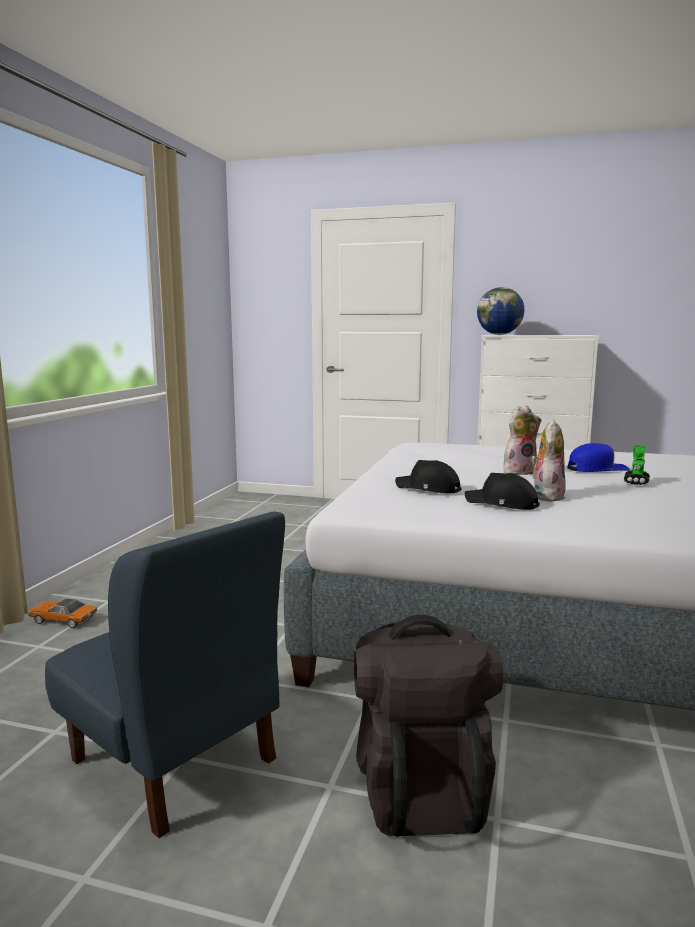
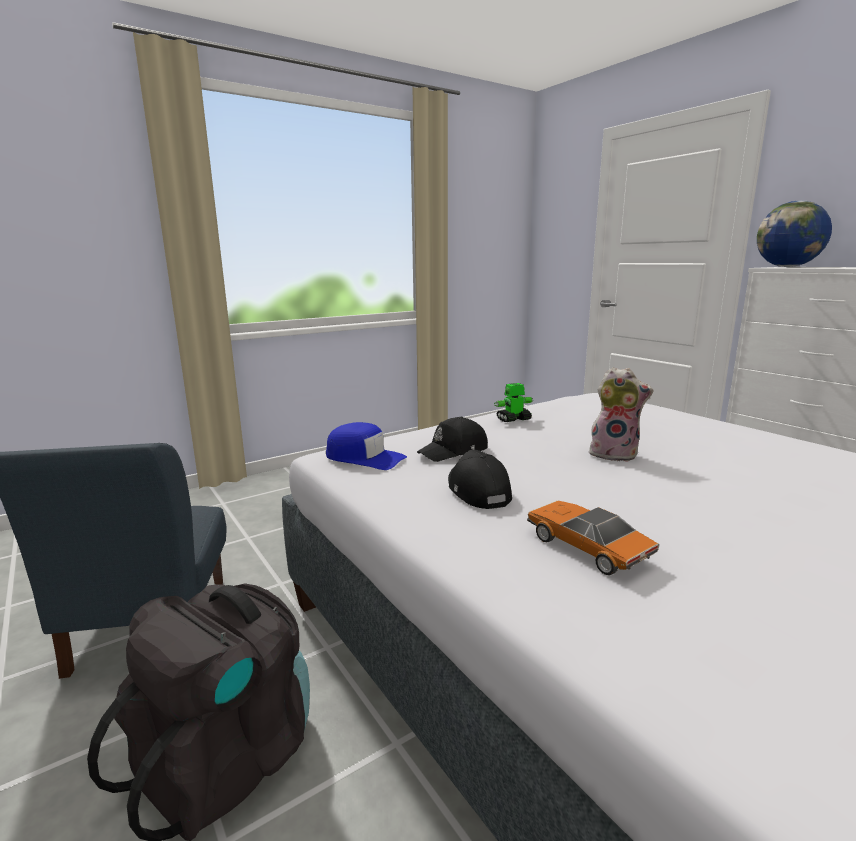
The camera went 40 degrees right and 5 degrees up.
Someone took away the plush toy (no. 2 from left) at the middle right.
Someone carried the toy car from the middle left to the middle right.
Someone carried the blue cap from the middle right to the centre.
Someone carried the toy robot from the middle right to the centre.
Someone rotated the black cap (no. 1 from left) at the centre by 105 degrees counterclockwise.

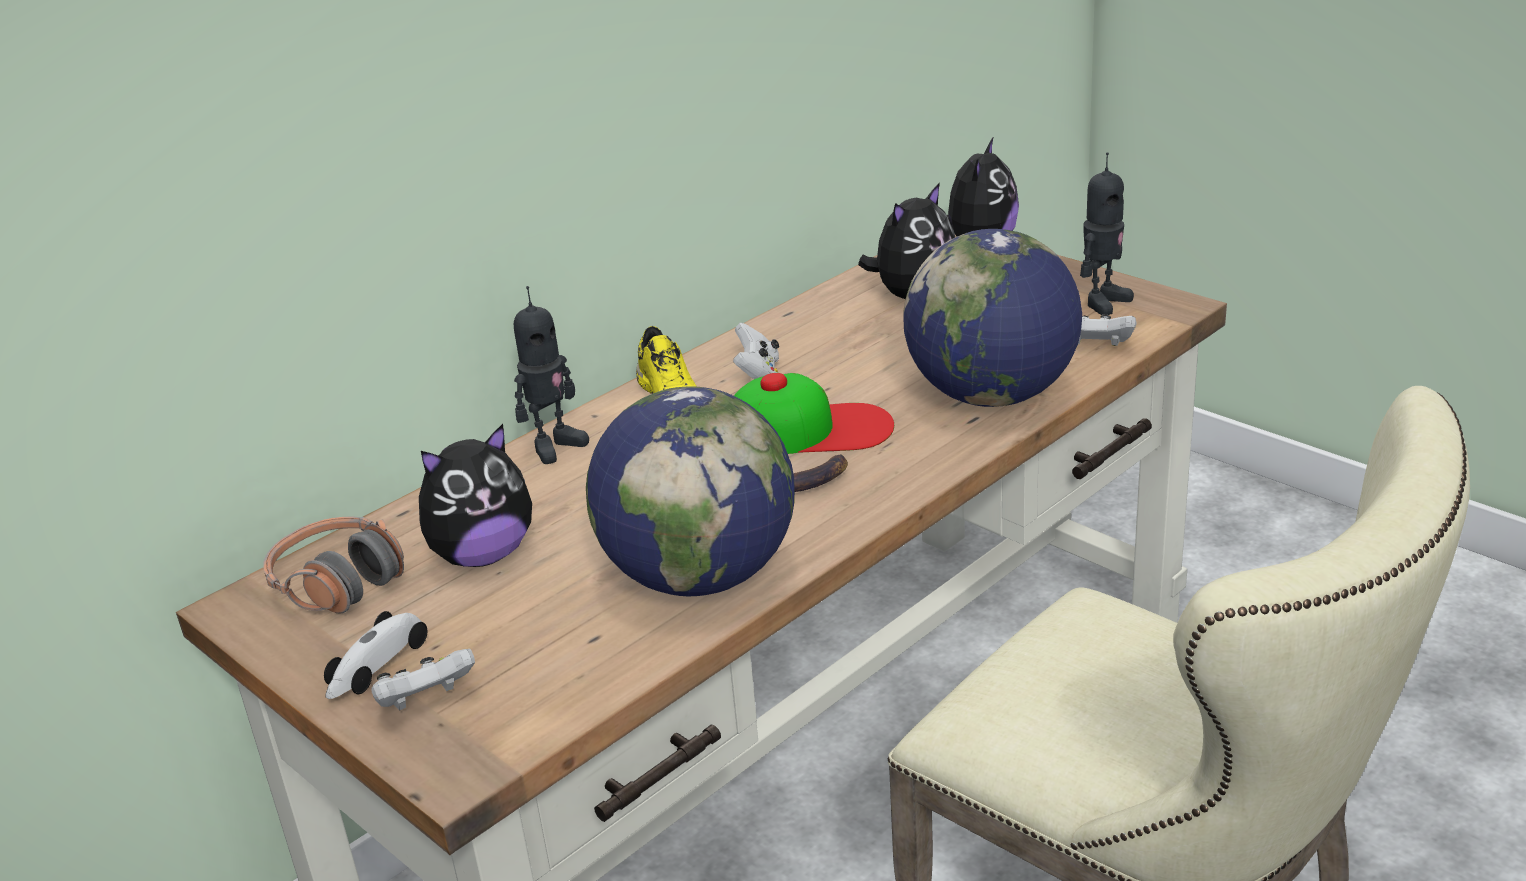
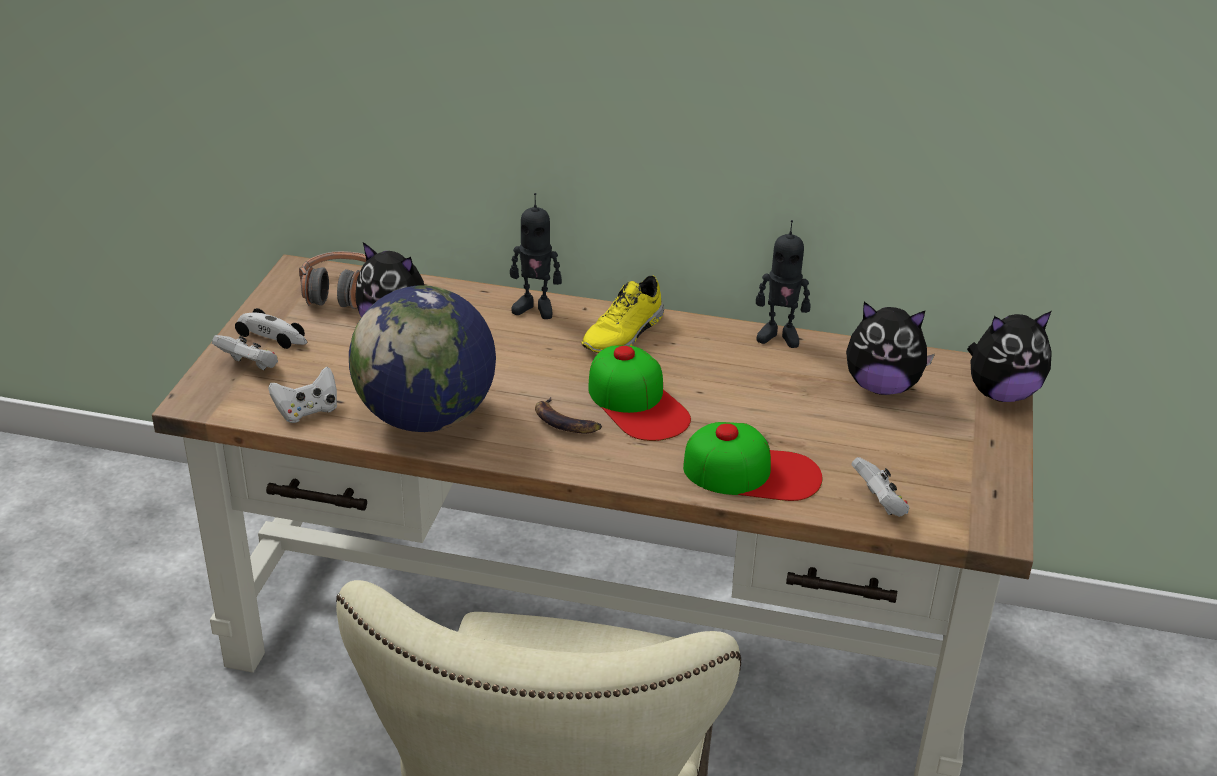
The camera went 55 degrees right and 5 degrees up.
Someone carried the white game controller (no. 2 from left) from the centre to the middle left.
Someone carried the toy robot (no. 2 from left) from the top right to the centre.
Someone swapped the globe (no. 2 from left) at the centre for the cap (no. 2 from left) at the centre.
Someone rotated the toy car at the bottom left by 150 degrees counterclockwise.

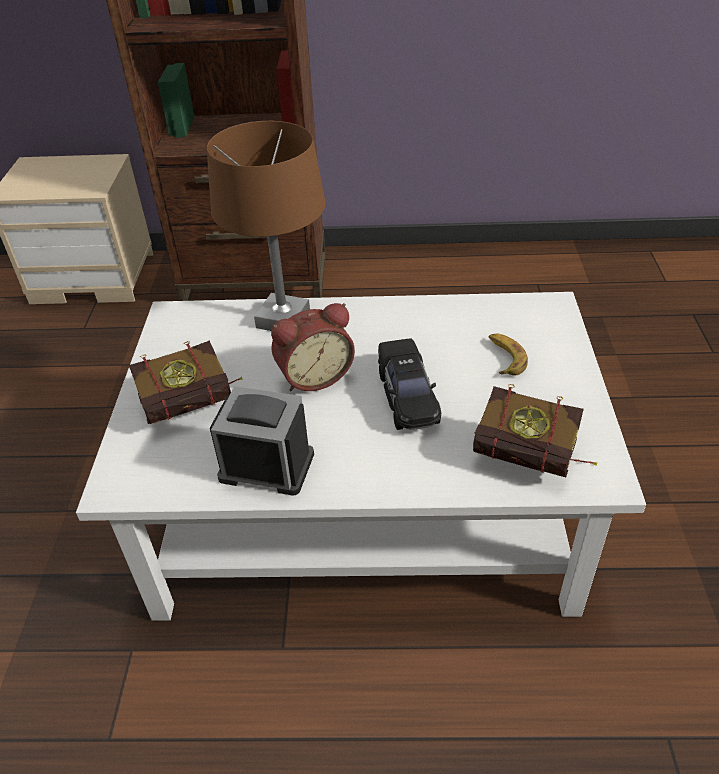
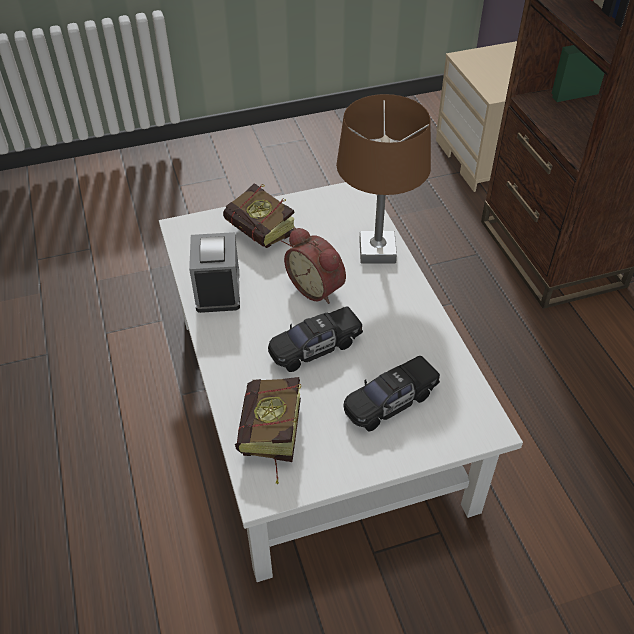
The camera went 70 degrees right and 5 degrees up.
Someone swapped the banana at the middle right for the black toy car (no. 2 from left) at the centre.

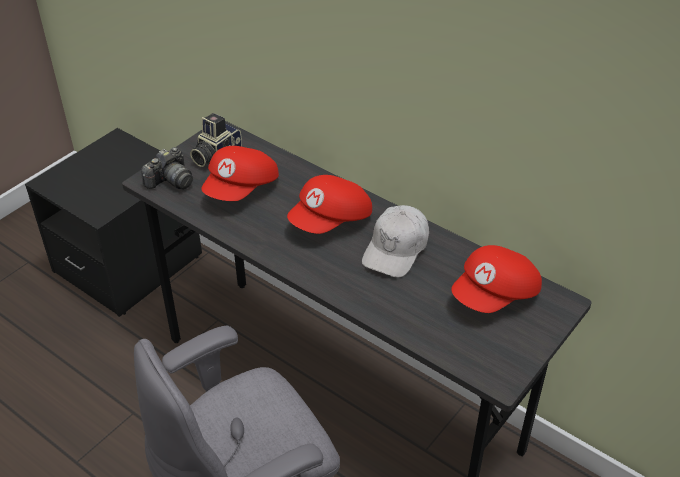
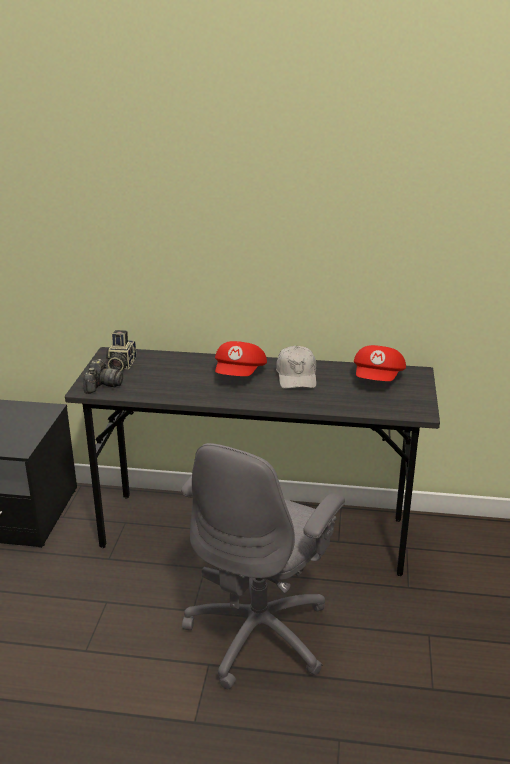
The camera went 30 degrees left and 15 degrees down.
Someone took away the red cap (no. 1 from left) at the centre.

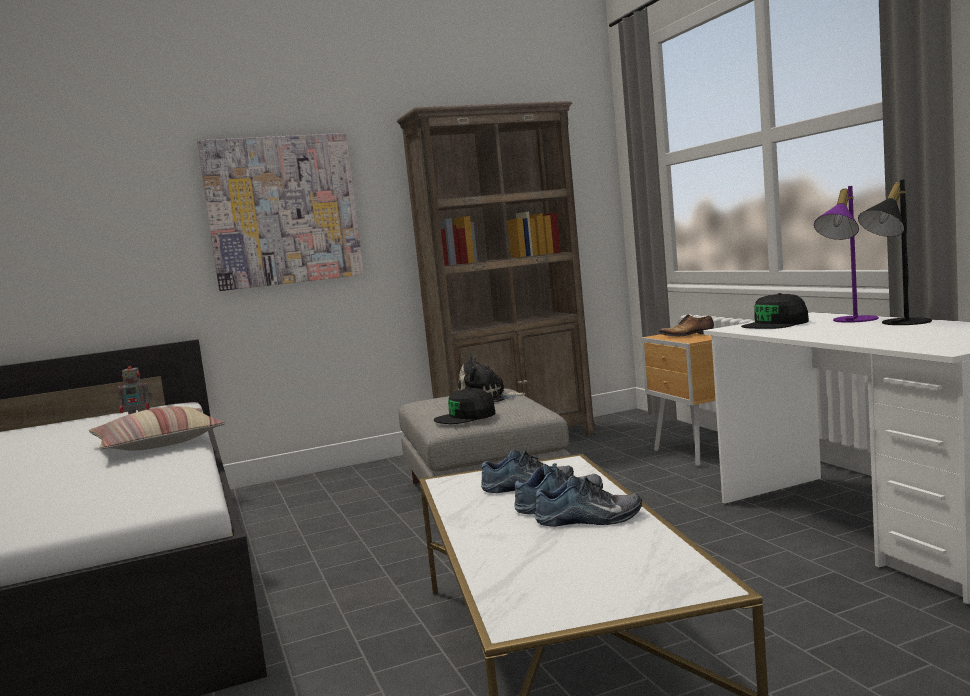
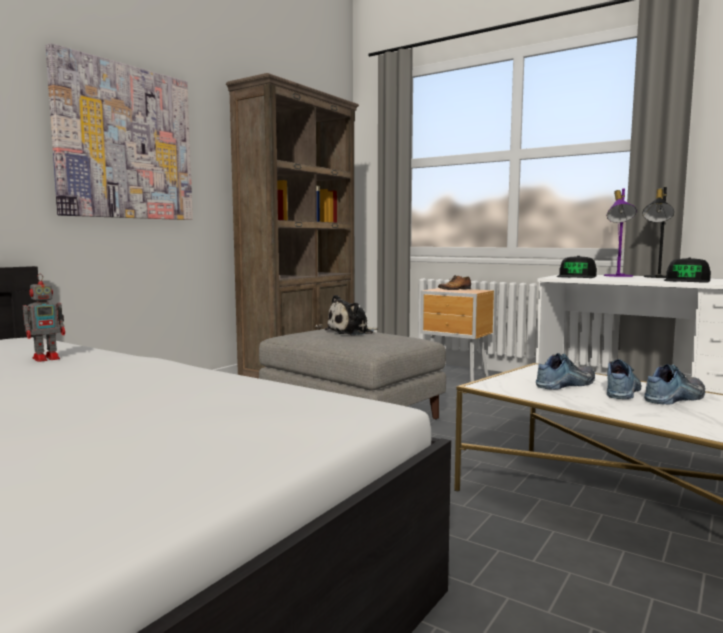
The camera went 35 degrees left and 0 degrees up.
Someone took away the pillow at the middle left.
Someone carried the black cap (no. 1 from left in the first image) from the centre to the middle right.

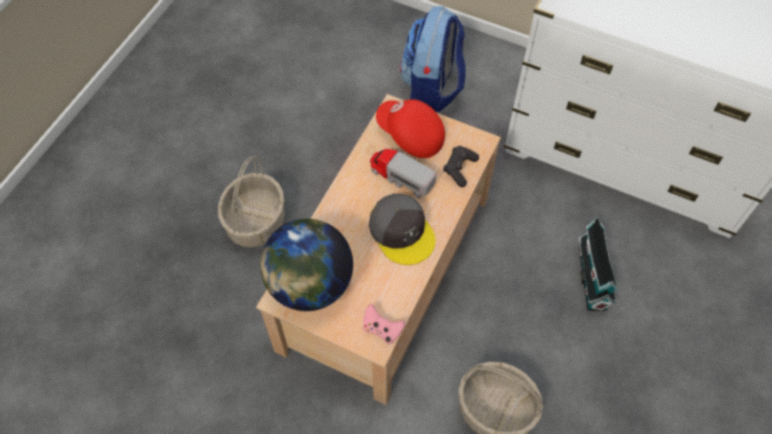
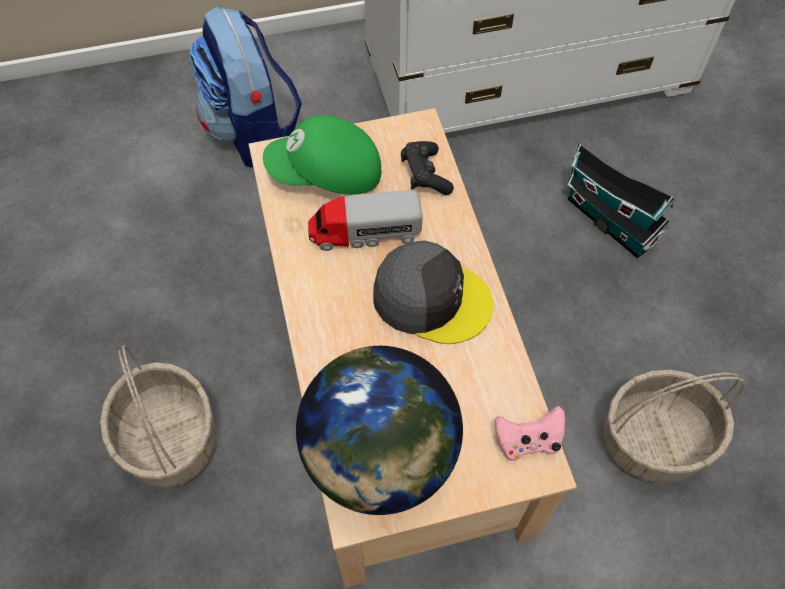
The camera went 40 degrees left and 0 degrees up.
Someone repainted the red cap at the top centre, which became the green cap at the top centre.

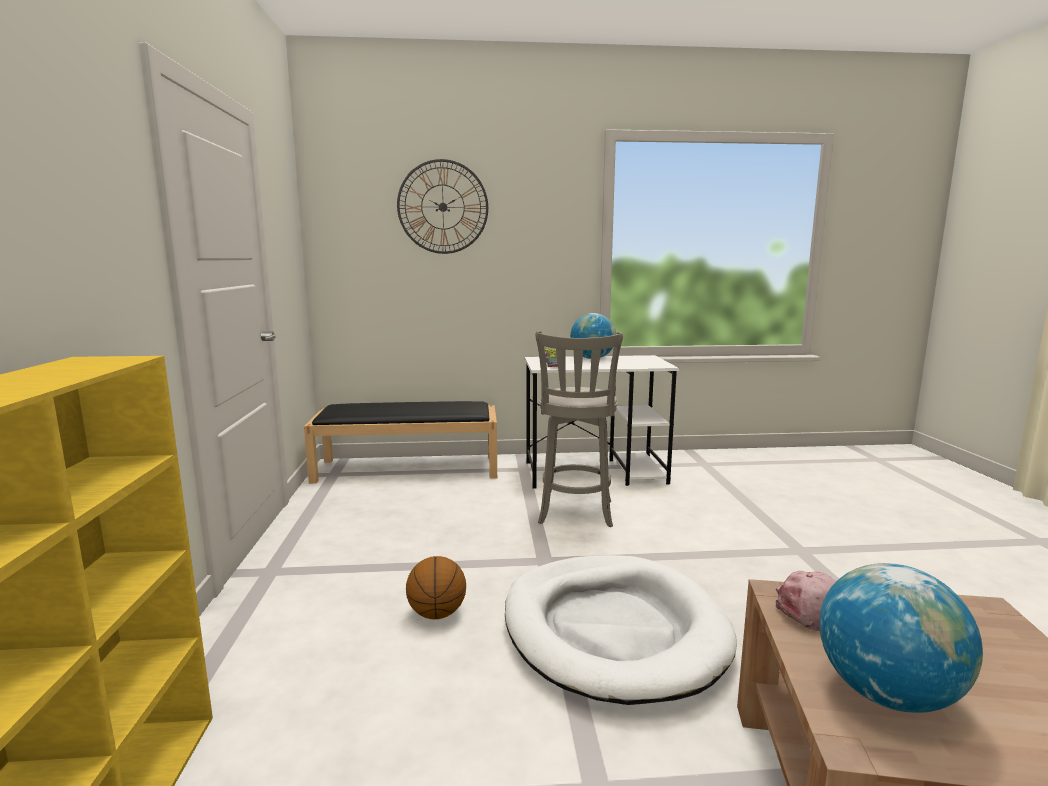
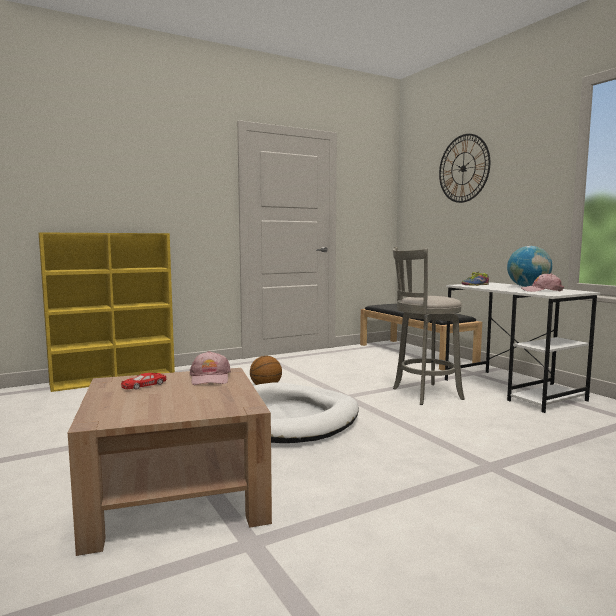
The camera went 65 degrees right and 5 degrees down.
Someone put down the pink cap (no. 2 from left) at the middle right.
Someone swapped the globe (no. 2 from left) at the bottom right for the red toy car at the middle left.

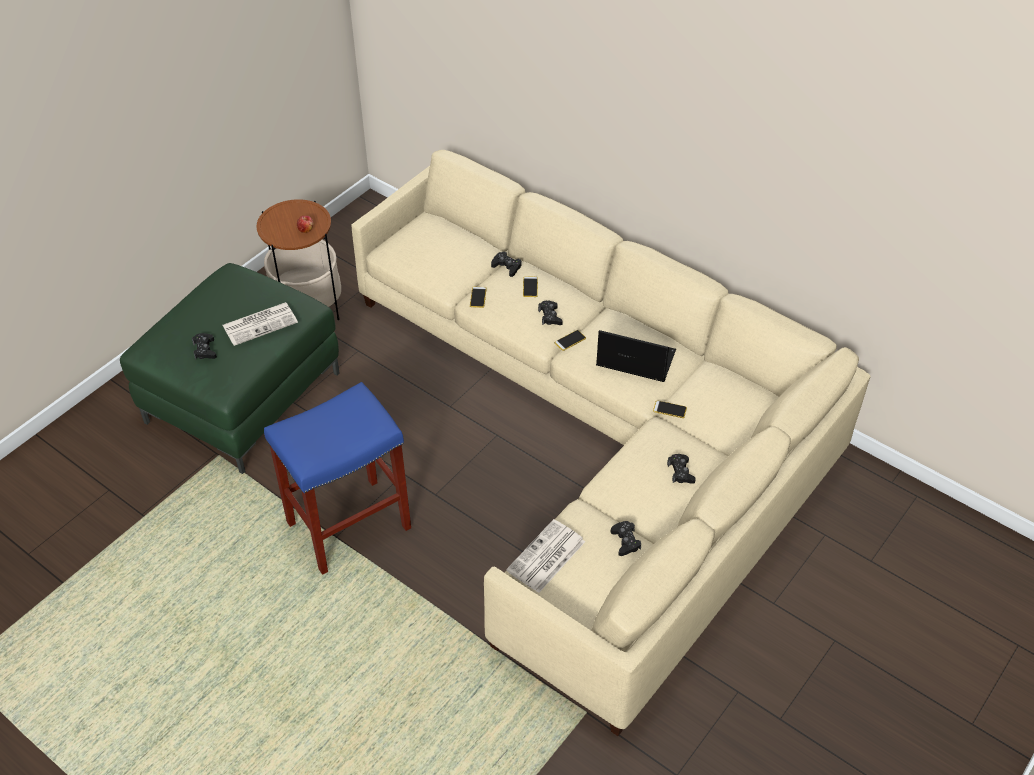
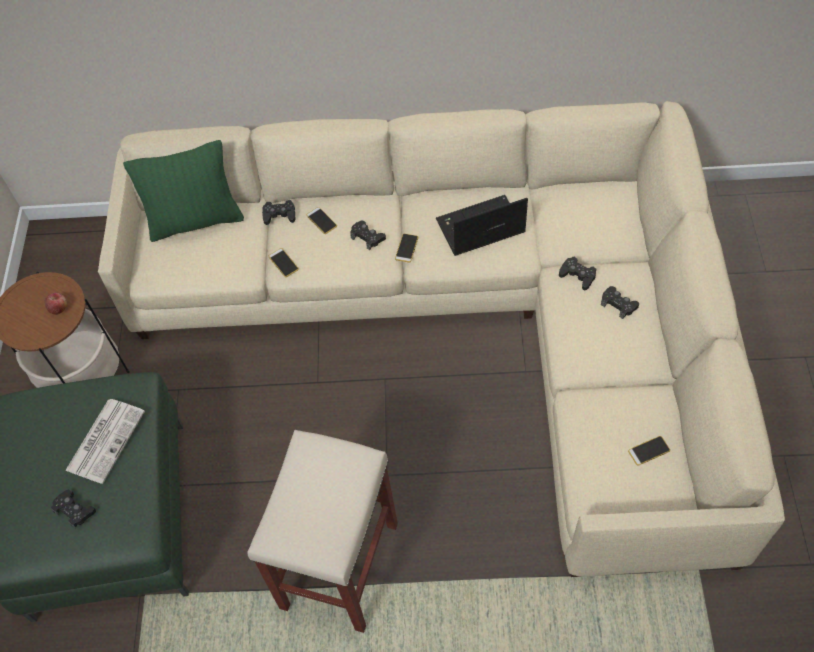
The camera went 35 degrees left and 10 degrees up.
Someone took away the newspaper (no. 2 from left) at the bottom centre.
Someone put down the green pillow at the top left.
Someone carried the black game controller (no. 4 from left) from the bottom centre to the middle right.
Someone carried the phone (no. 4 from left) from the centre to the bottom right.
Someone repainted the blue stool at the middle left, which became the beige stool at the bottom centre.

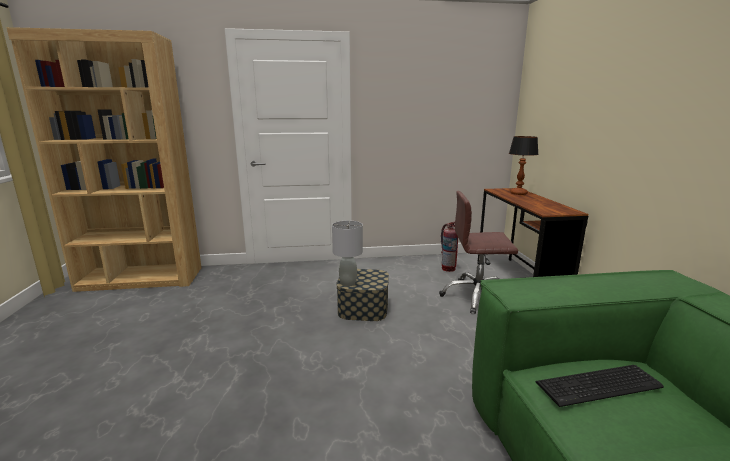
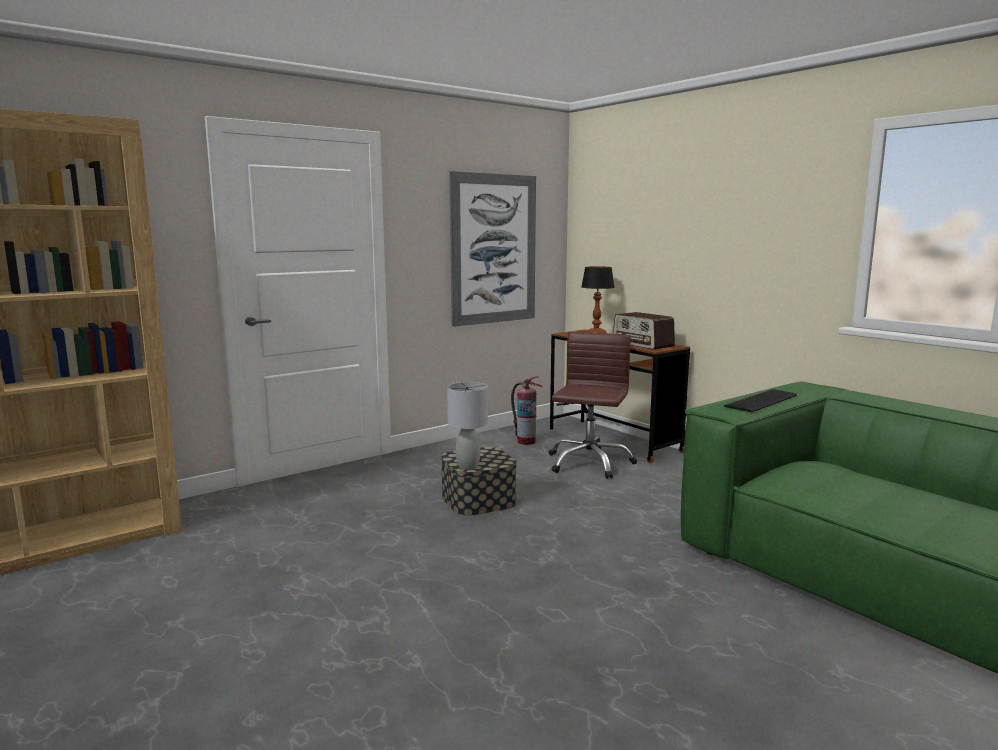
The camera went 30 degrees left and 5 degrees down.
Someone put up the picture at the top centre.
Someone put down the radio at the centre.
Someone carried the keyboard from the bottom right to the middle right.
Someone rotated the brown office chair at the centre by 135 degrees clockwise.

